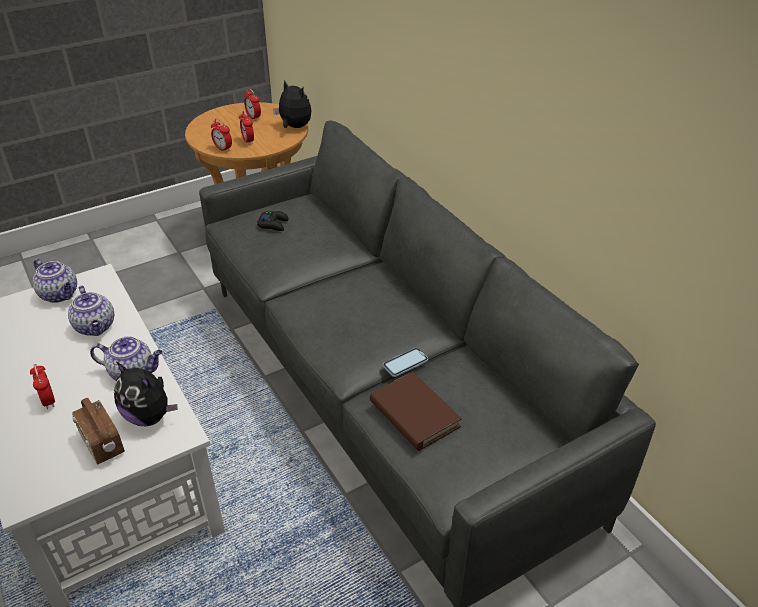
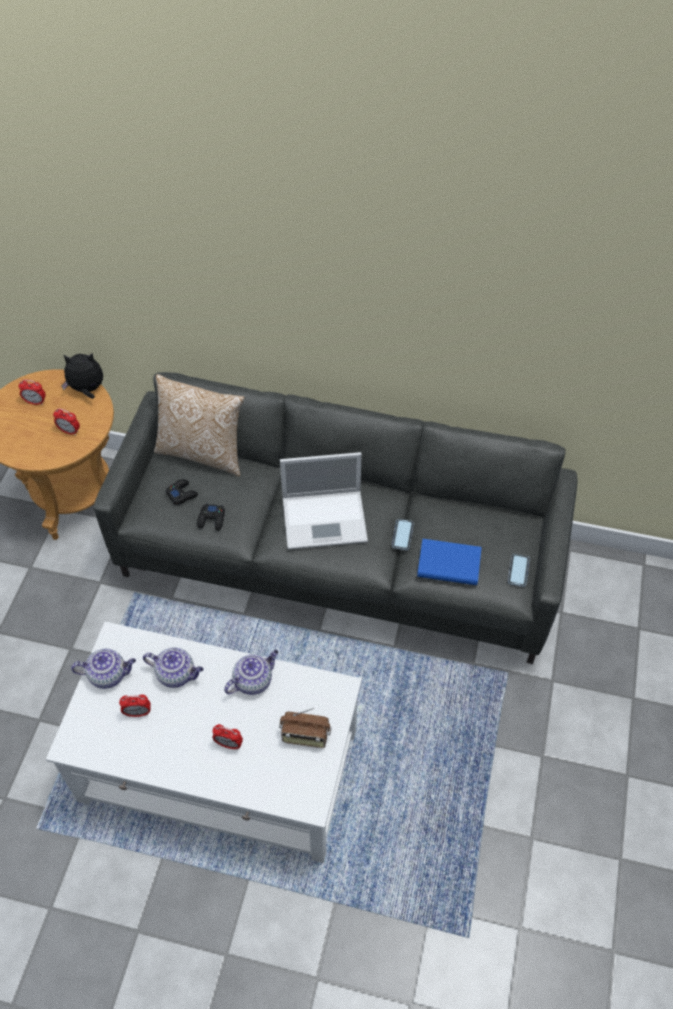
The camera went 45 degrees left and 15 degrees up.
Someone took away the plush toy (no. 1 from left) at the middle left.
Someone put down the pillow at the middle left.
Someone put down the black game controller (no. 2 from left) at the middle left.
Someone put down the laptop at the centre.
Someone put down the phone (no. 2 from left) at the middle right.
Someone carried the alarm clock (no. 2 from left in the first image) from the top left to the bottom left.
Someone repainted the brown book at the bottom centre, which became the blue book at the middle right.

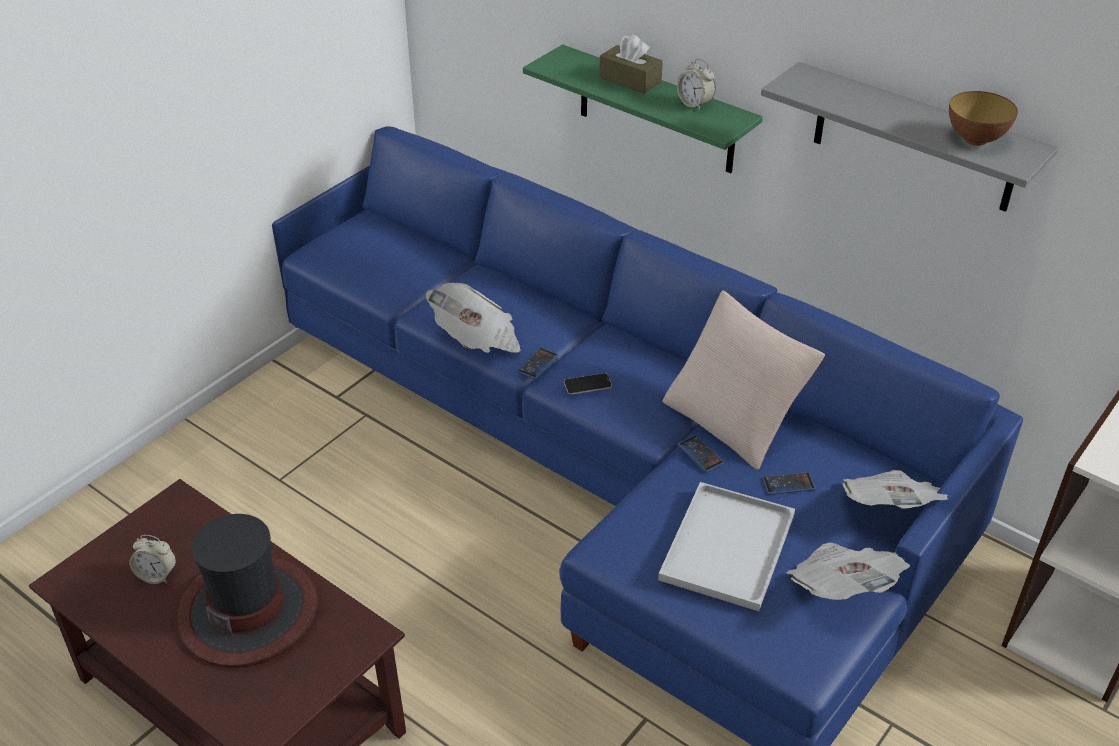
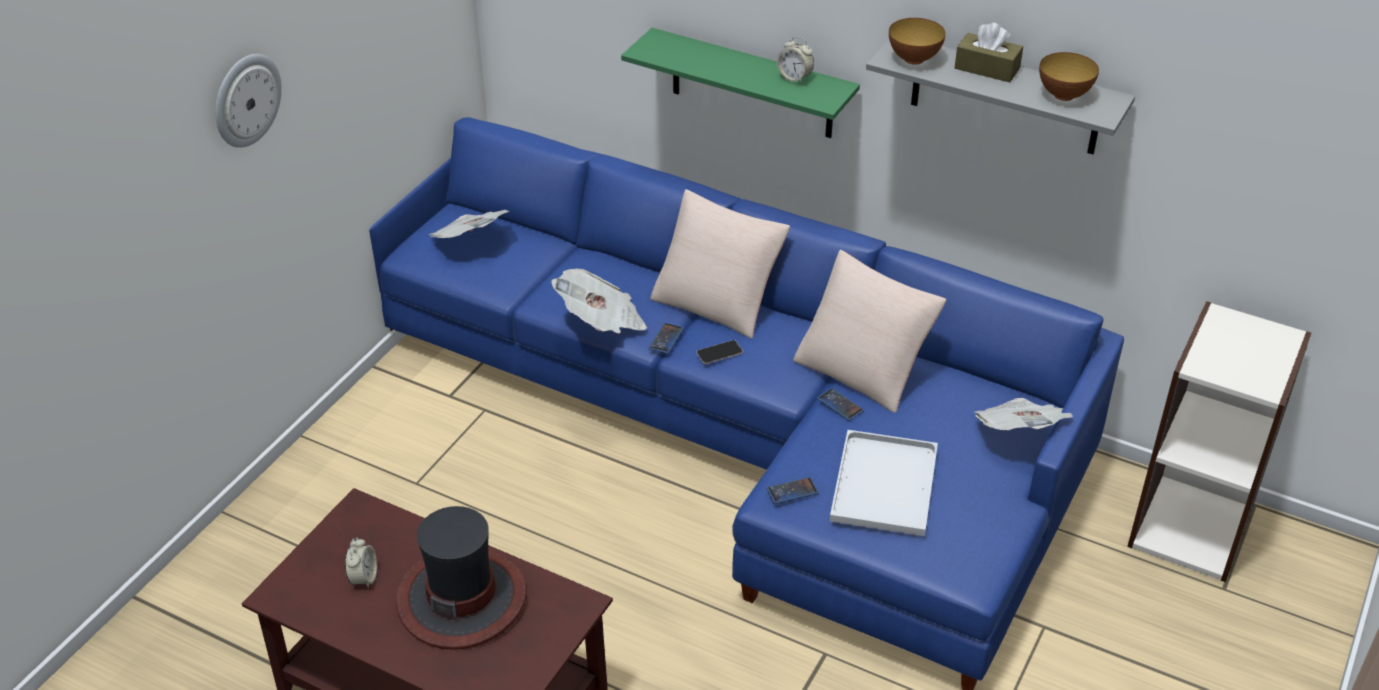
The camera went 10 degrees left and 0 degrees up.
Someone put up the wall clock at the top left.
Someone put down the beige pillow (no. 1 from left) at the centre.
Someone put down the bowl (no. 1 from left) at the top centre.
Someone carried the brown tissue box from the top centre to the top right.
Someone carried the phone (no. 4 from left in the first image) from the middle right to the bottom centre.
Someone carried the newspaper (no. 2 from left in the first image) from the bottom right to the top centre.
Someone rotated the alarm clock (no. 1 from left) at the bottom left by 90 degrees counterclockwise.

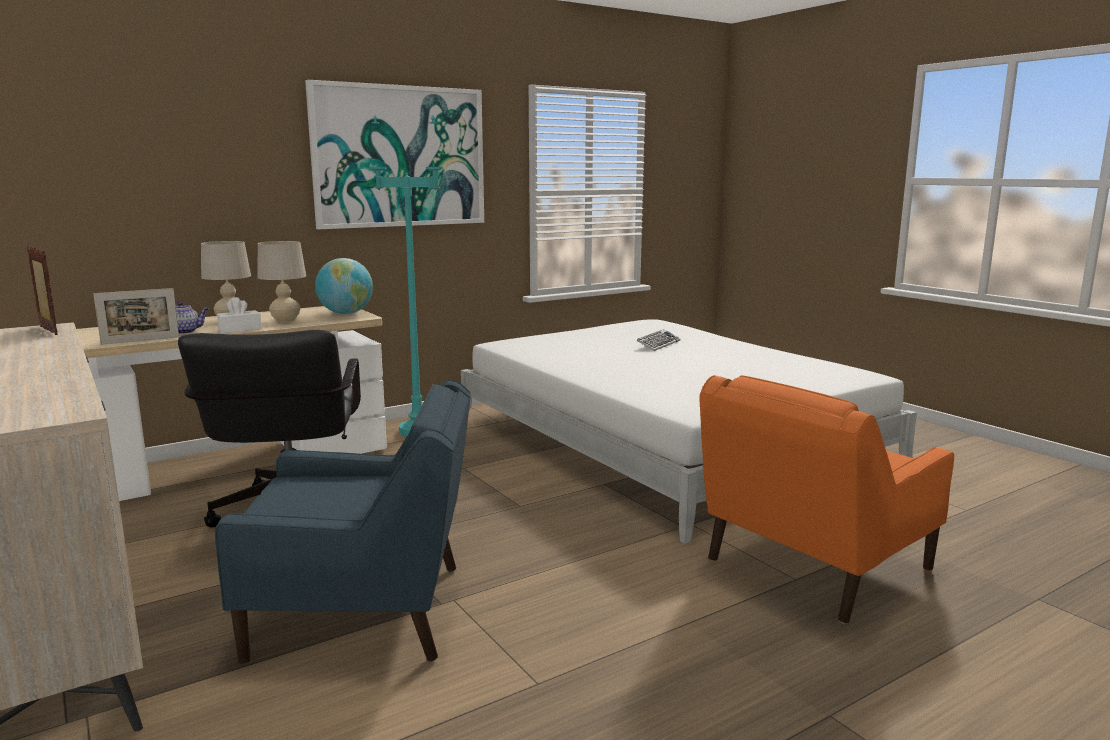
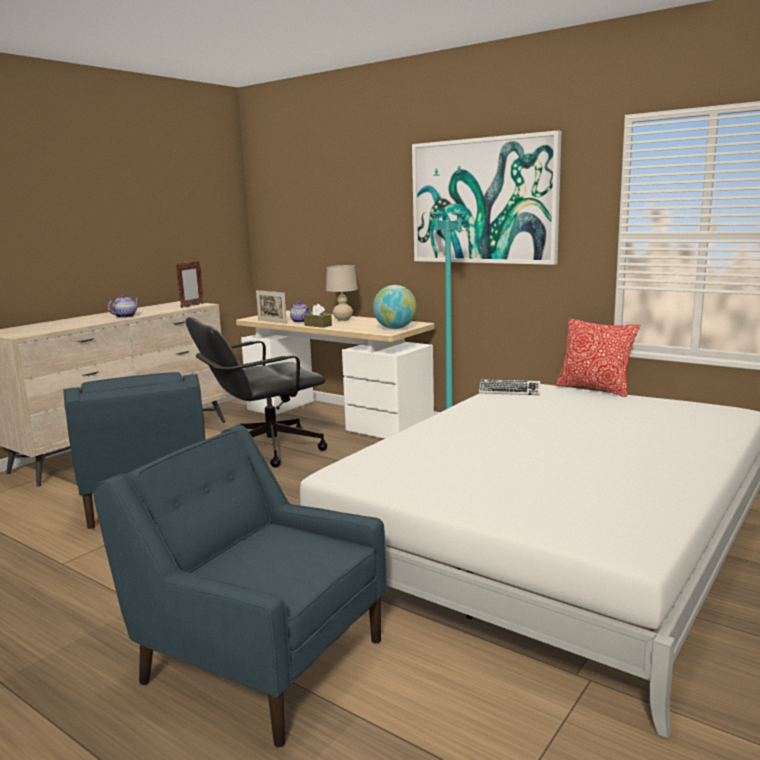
The camera went 70 degrees right and 0 degrees up.
Someone took away the beige table lamp (no. 2 from left) at the middle left.
Someone put down the teapot (no. 1 from left) at the middle left.
Someone put down the pillow at the middle right.
Someone carried the keyboard from the centre to the middle right.
Someone repainted the white tissue box at the middle left, which became the brown tissue box at the centre.
Someone repainted the orange armchair at the bottom right, which became the blue armchair (no. 2 from left) at the bottom left.

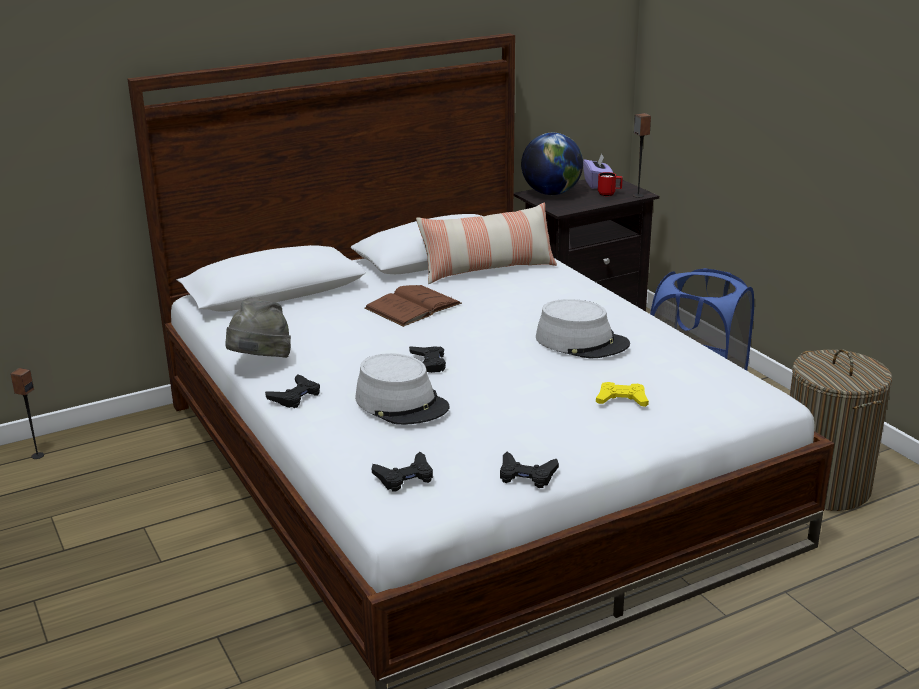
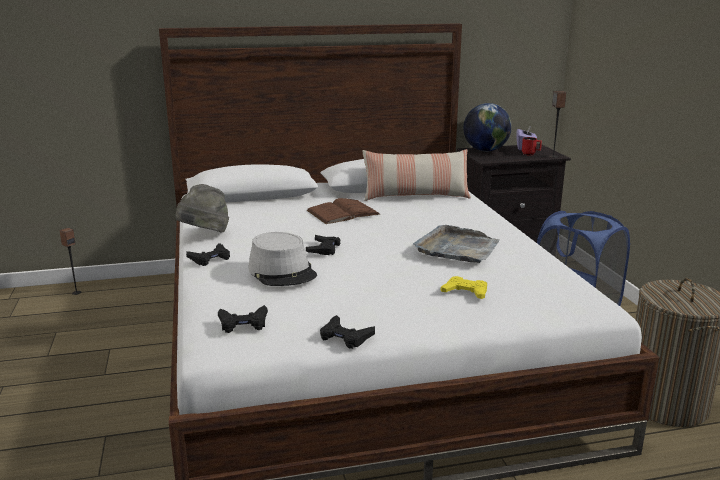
The camera went 15 degrees right and 5 degrees down.
Someone swapped the grey hat (no. 3 from left) at the centre for the grey tray at the centre.

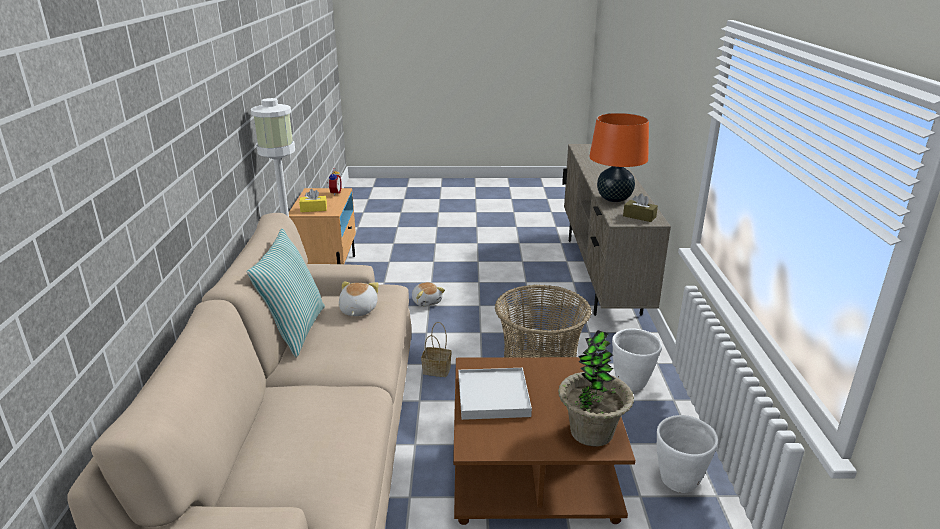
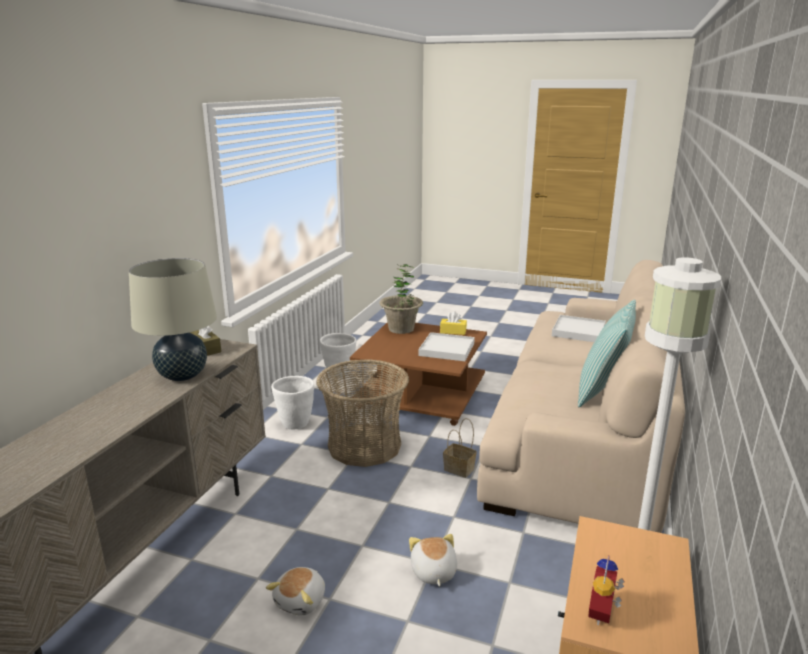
The camera went 160 degrees left and 5 degrees down.
Someone put down the white tray (no. 2 from left) at the middle right.
Someone carried the yellow tissue box from the middle left to the centre.
Someone carried the plush toy (no. 1 from left) from the centre to the bottom centre.
Someone repainted the orange table lamp at the top centre, which became the beige table lamp at the middle left.

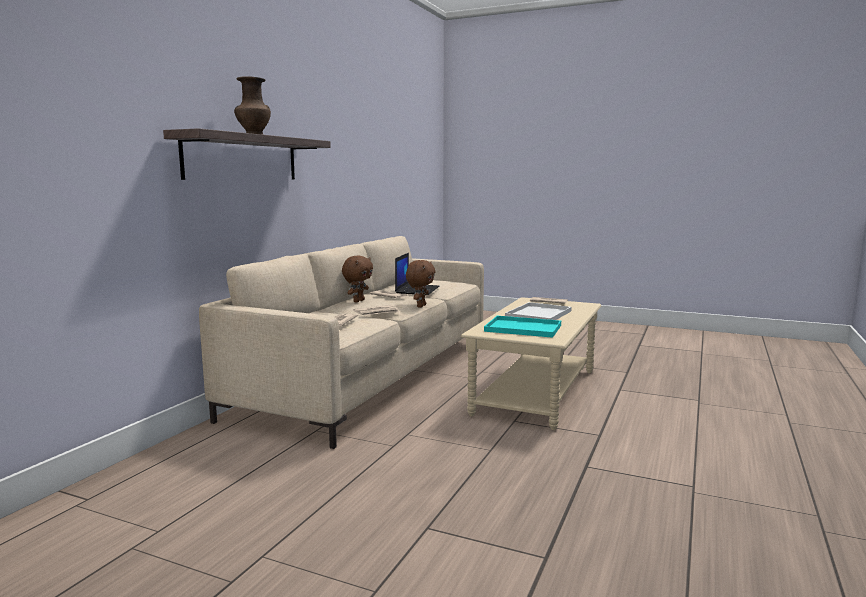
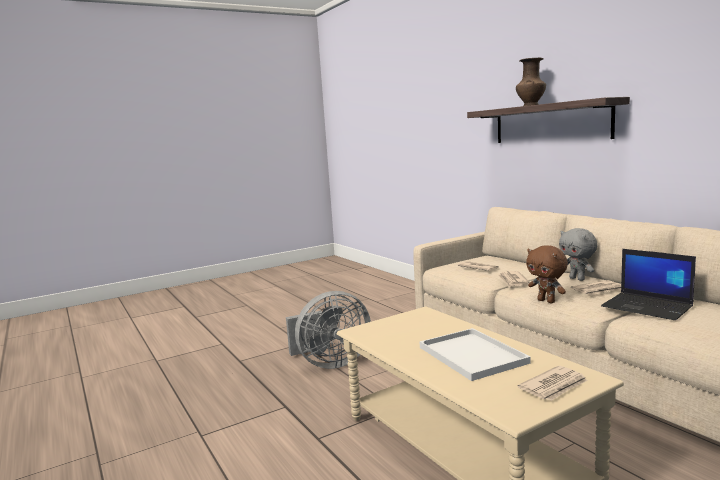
The camera went 125 degrees right and 0 degrees up.
Someone took away the turquoise tray at the centre.
Someone put down the grey fan at the bottom centre.
Someone repainted the brown plush toy (no. 1 from left) at the centre, which became the grey plush toy at the middle right.

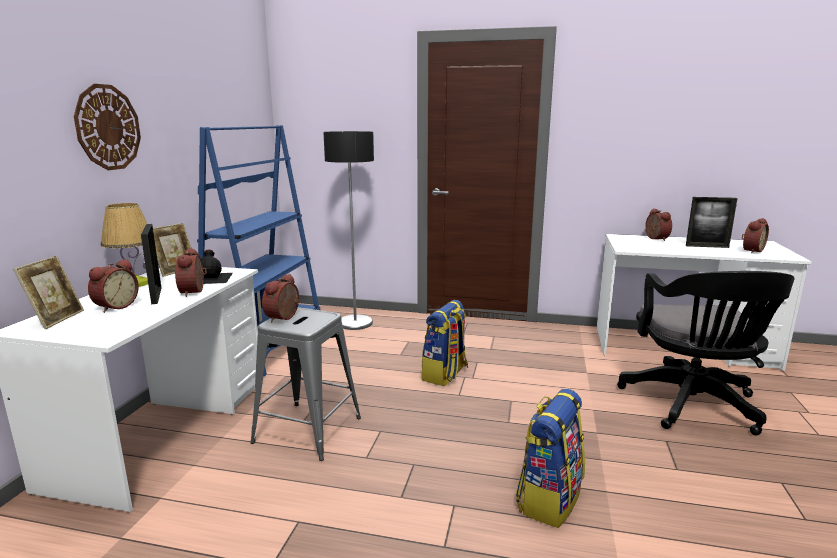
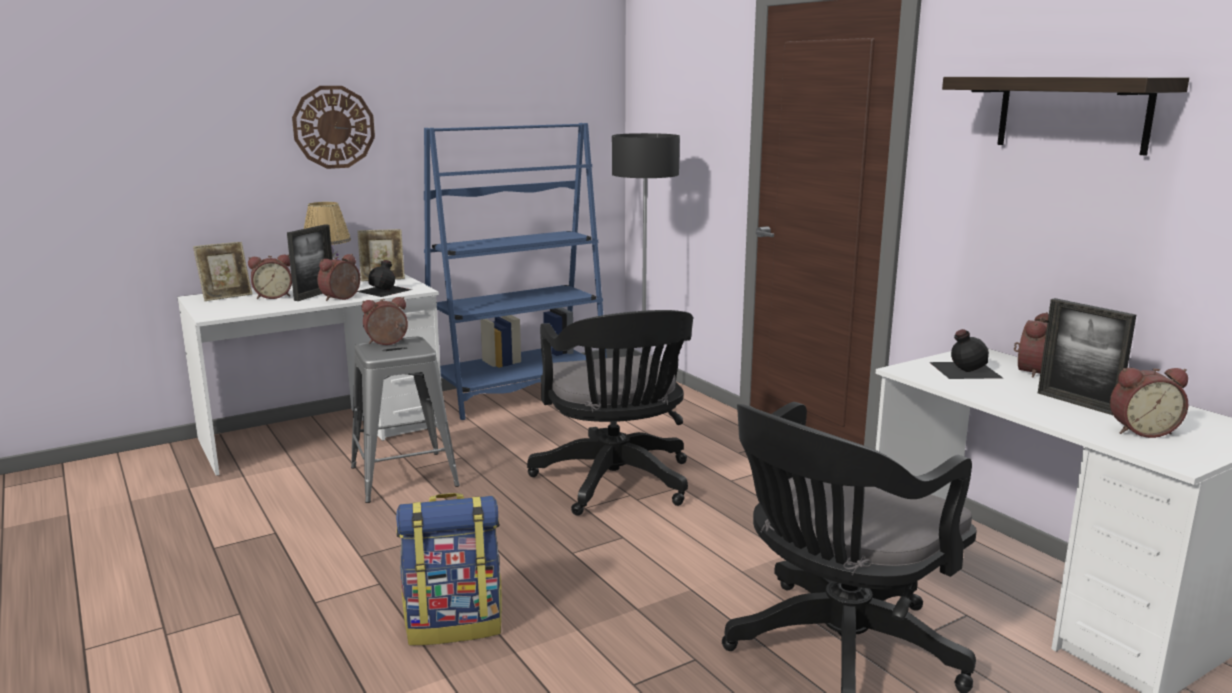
The camera went 45 degrees right and 0 degrees up.
Someone put down the black bottle (no. 2 from left) at the middle right.
Someone put up the shelf at the top right.
Someone swapped the backpack (no. 1 from left) at the centre for the black office chair (no. 1 from left) at the centre.

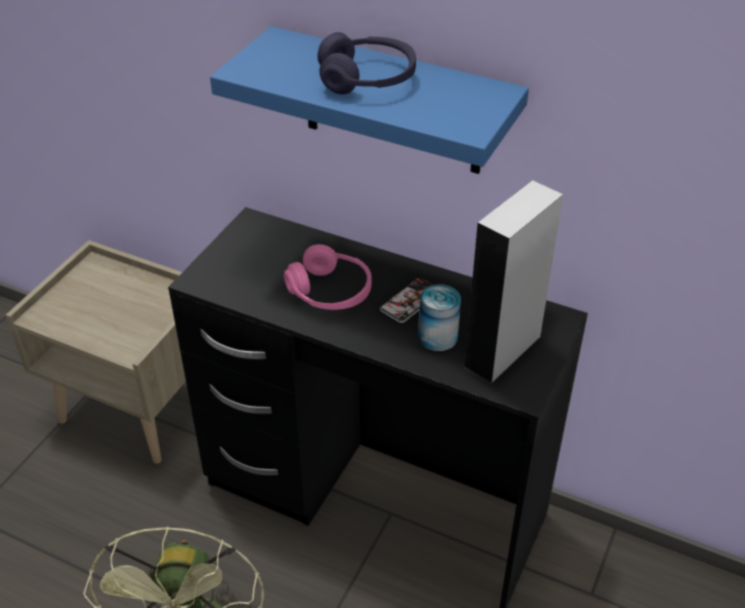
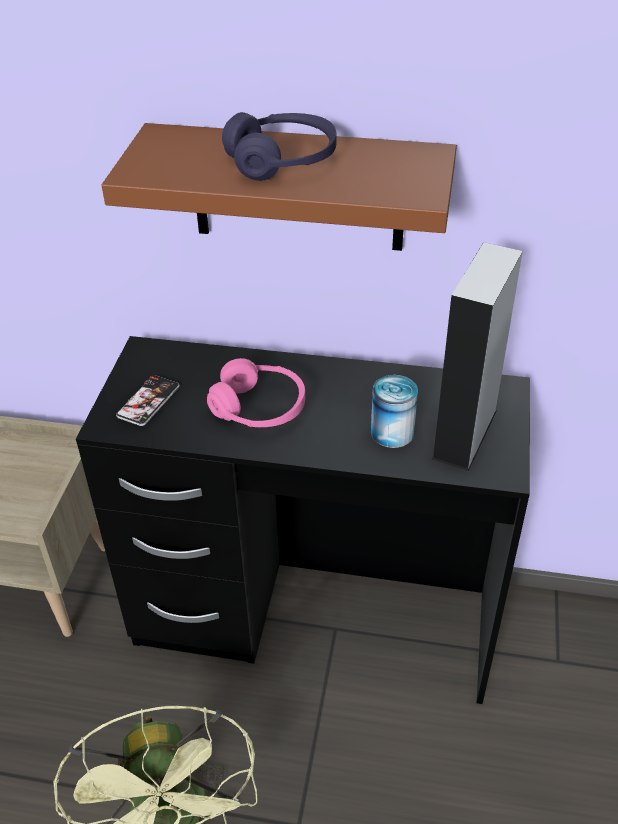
The camera went 15 degrees left and 0 degrees up.
Someone carried the phone from the centre to the middle left.
Someone repainted the blue shelf at the top centre, which became the brown shelf at the top centre.

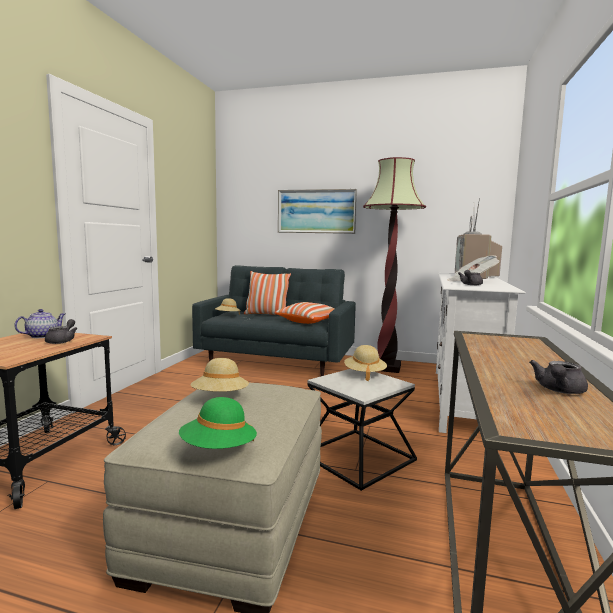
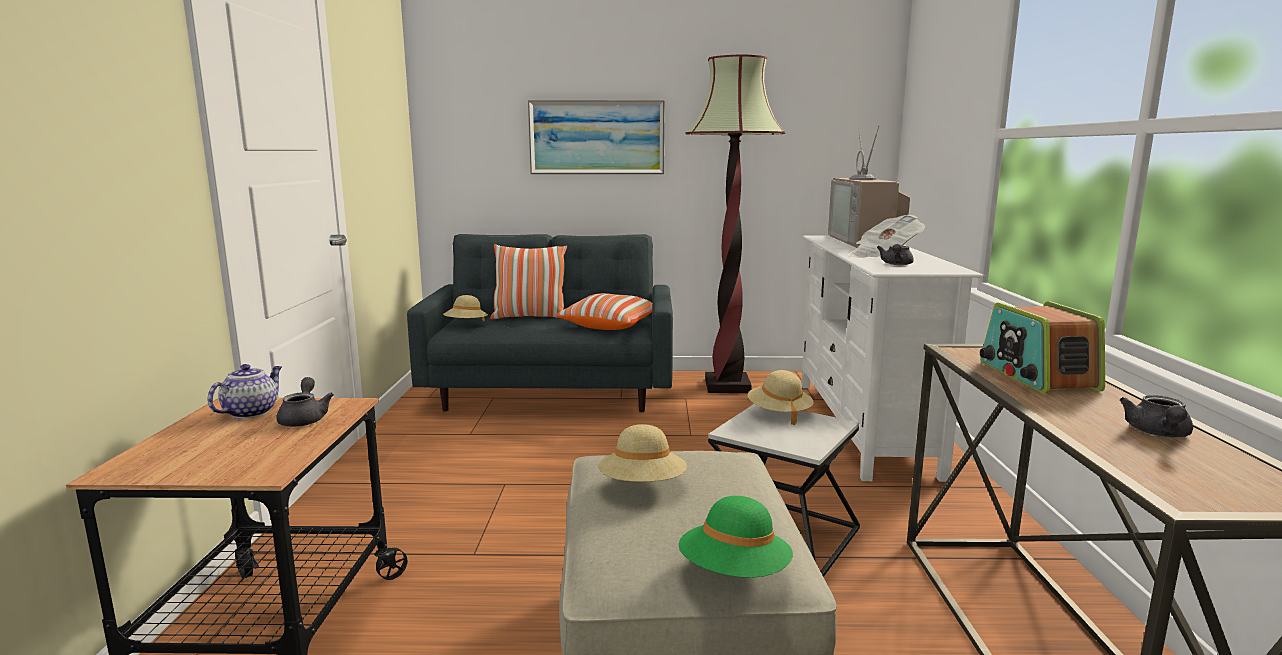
The camera went 15 degrees left and 5 degrees up.
Someone put down the radio at the middle right.

